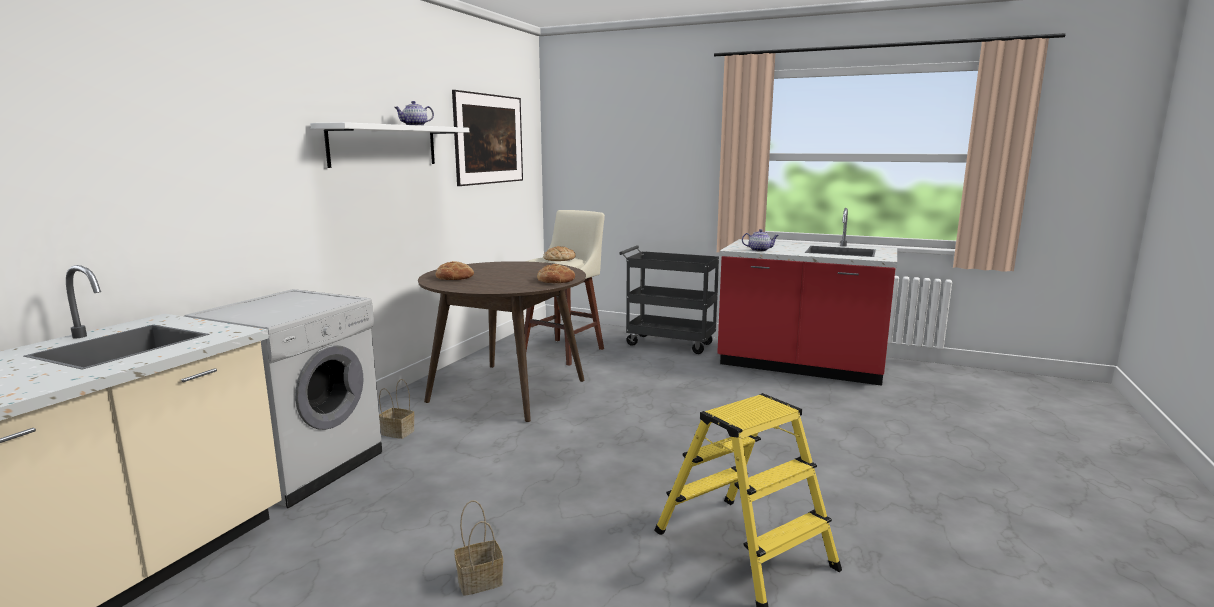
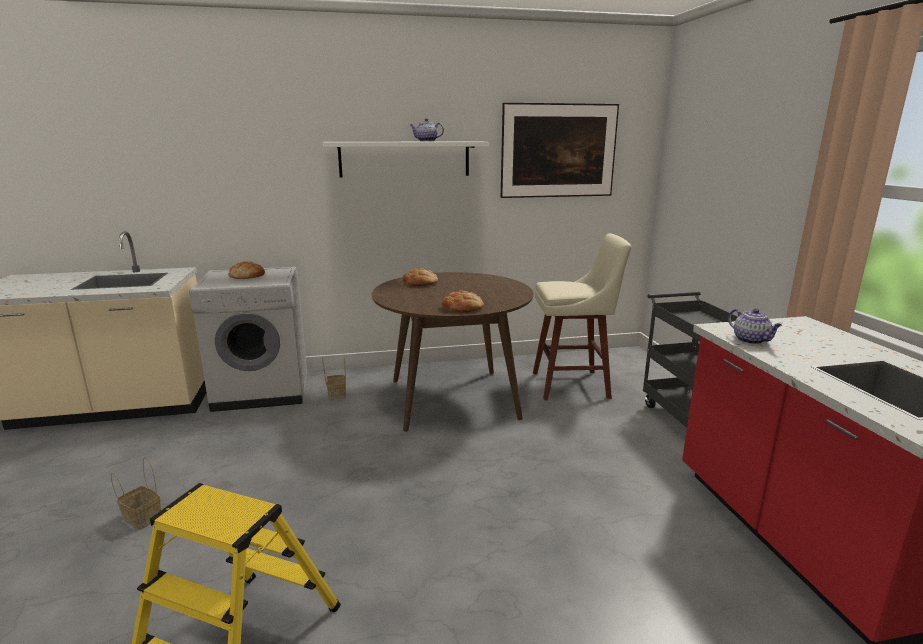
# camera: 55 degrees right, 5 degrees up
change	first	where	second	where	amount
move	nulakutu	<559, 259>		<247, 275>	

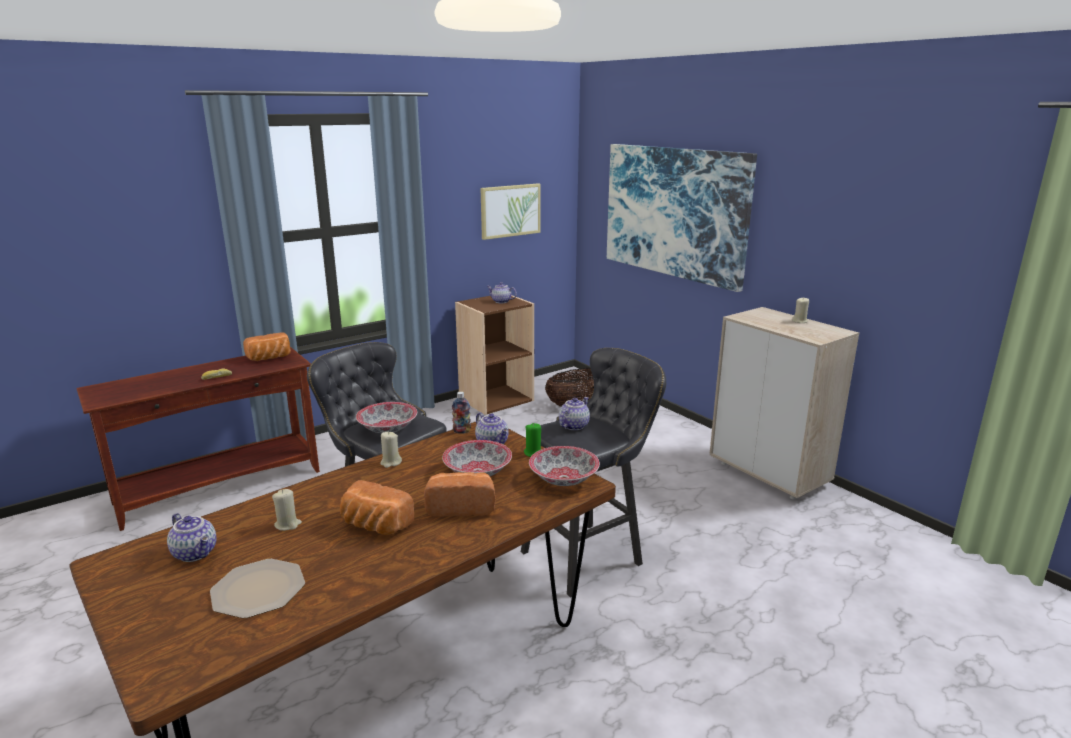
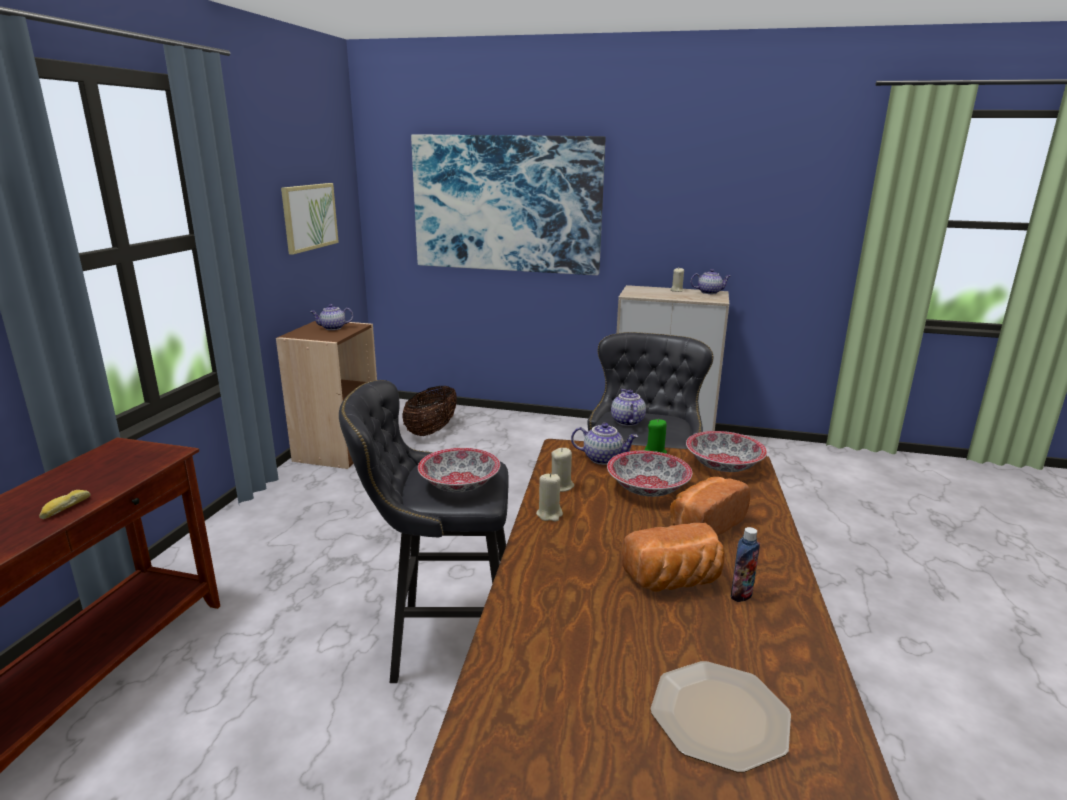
# camera: 40 degrees left, 0 degrees up
change	first	where	second	where	amount
move	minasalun	<196, 553>		<709, 292>	
delete	nulakutu	<270, 358>			
move	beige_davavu	<288, 524>		<561, 486>	
move	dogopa	<462, 431>		<741, 595>	

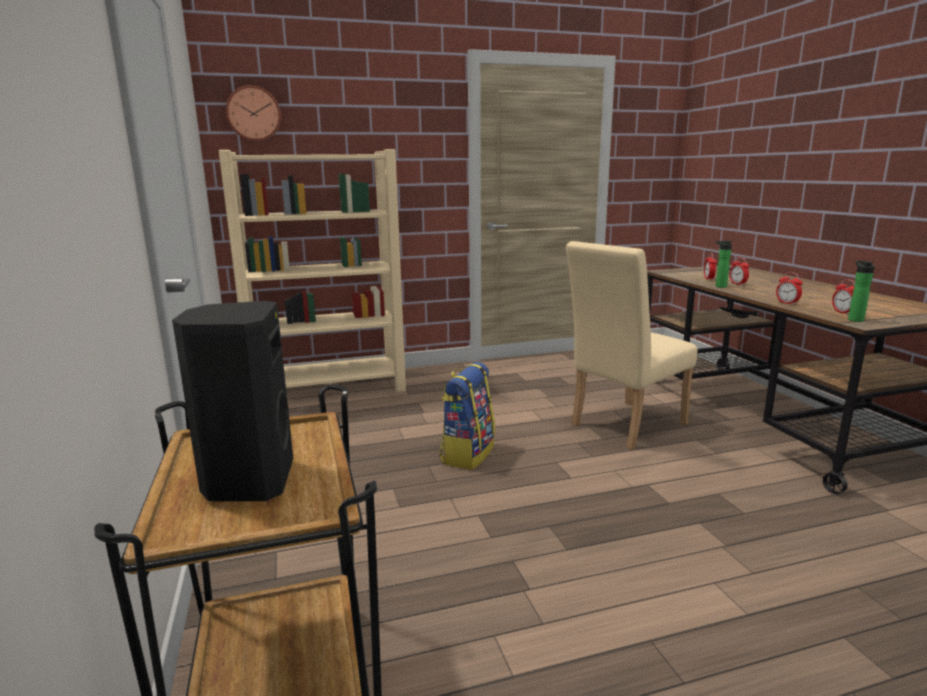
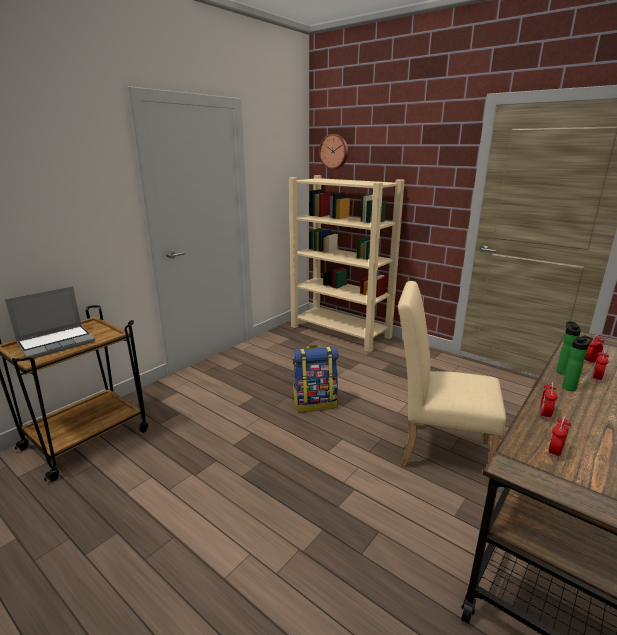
# camera: 55 degrees right, 5 degrees up
change	first	where	second	where	amount
replace	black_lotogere	<248, 481>	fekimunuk	<57, 342>	
move	dogopa	<854, 319>		<570, 387>	

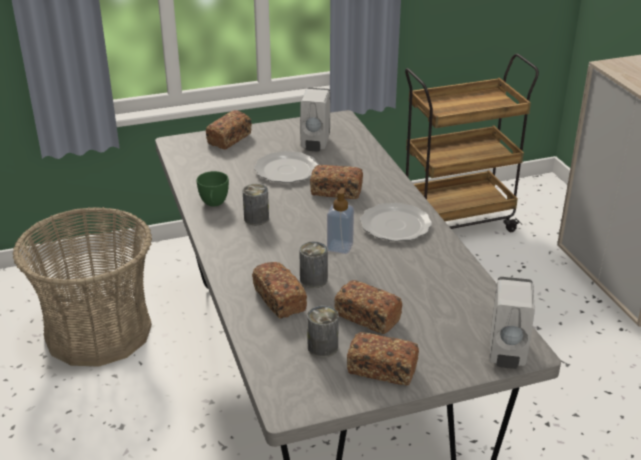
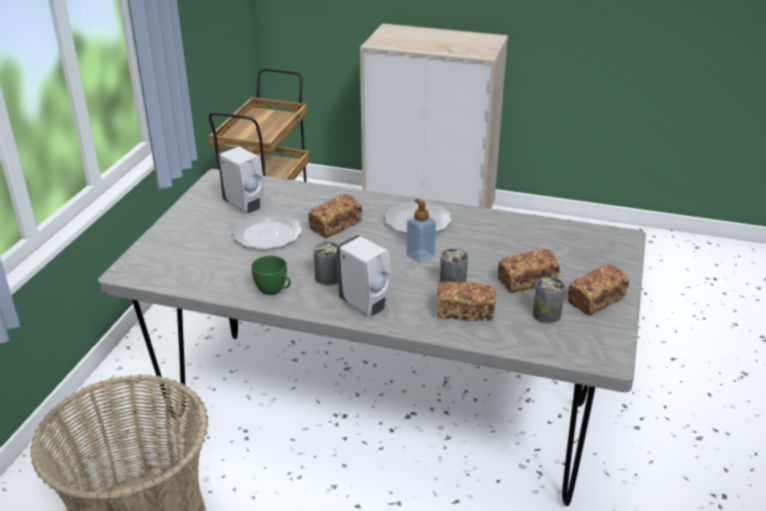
# camera: 55 degrees left, 0 degrees up
change	first	where	second	where	amount
delete	nulakutu	<229, 139>			
move	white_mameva	<506, 354>		<365, 305>	

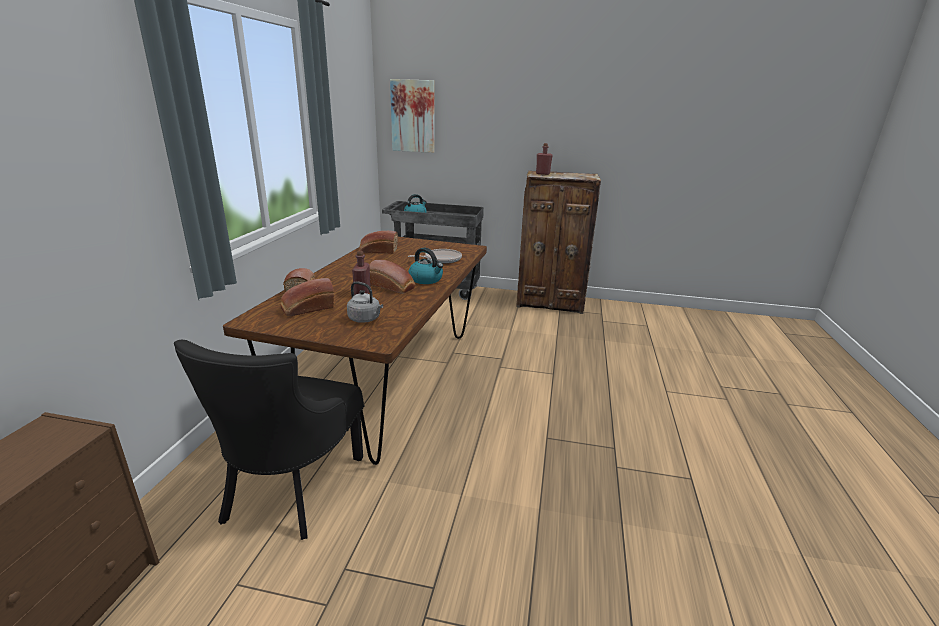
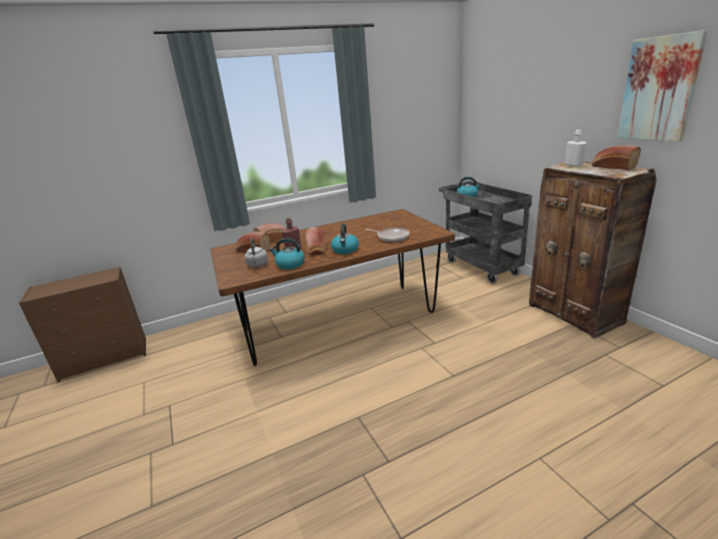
# camera: 55 degrees right, 0 degrees up
change	first	where	second	where	amount
delete	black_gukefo	<294, 486>			
move	nulakutu	<378, 251>		<612, 167>	
move	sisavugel	<413, 116>		<659, 89>	
recolor	red_dogopa	<543, 173>	white_dogopa	<573, 165>	
insert			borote	<290, 265>	

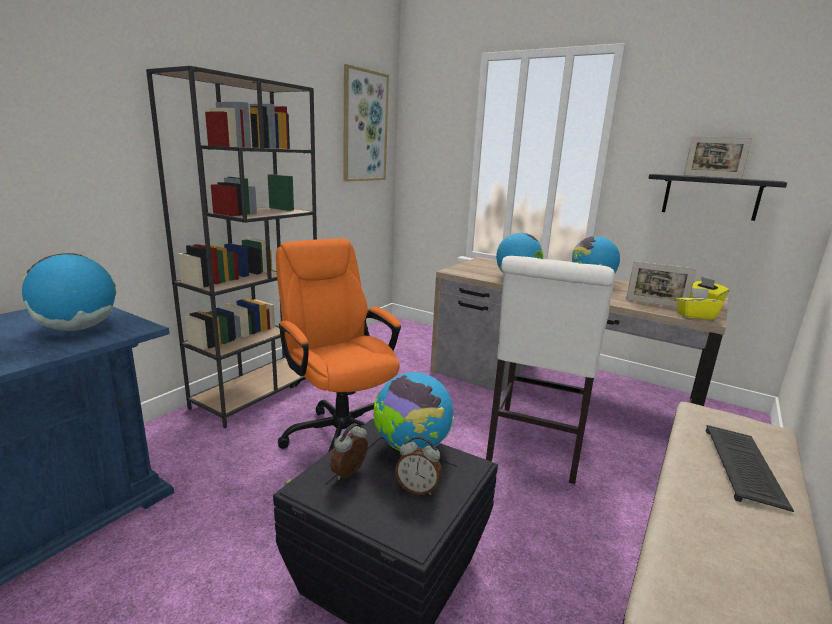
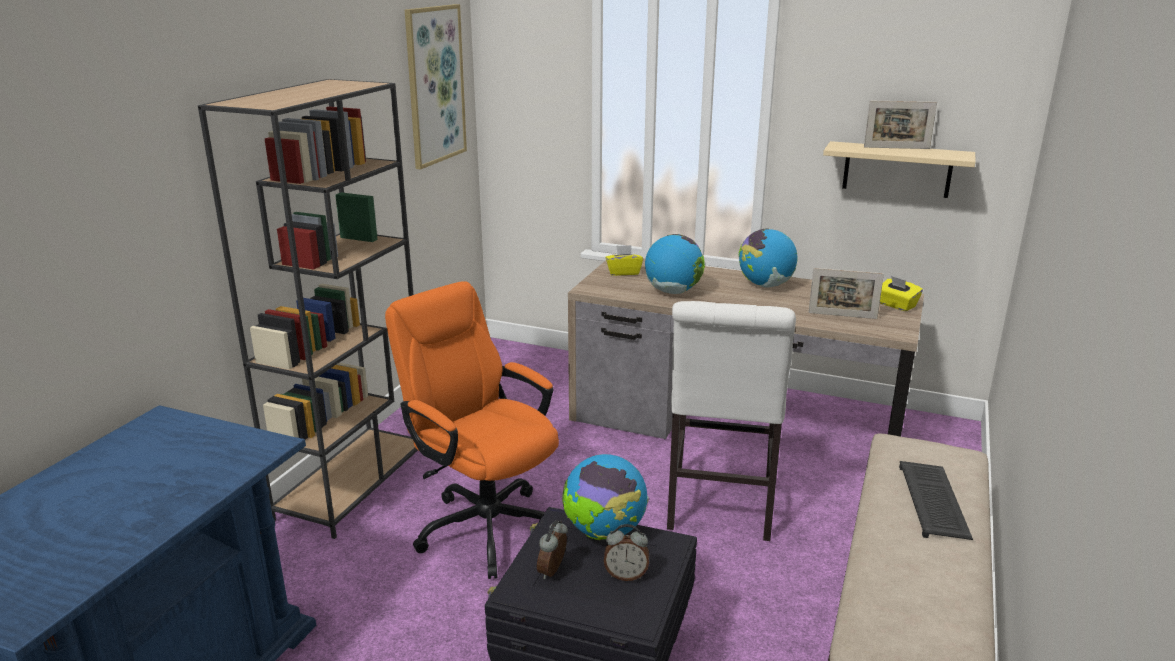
# camera: 10 degrees left, 5 degrees up
change	first	where	second	where	amount
delete	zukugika	<78, 328>			
recolor	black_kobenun	<710, 196>	beige_kobenun	<897, 169>	
move	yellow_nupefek	<695, 316>		<623, 272>	

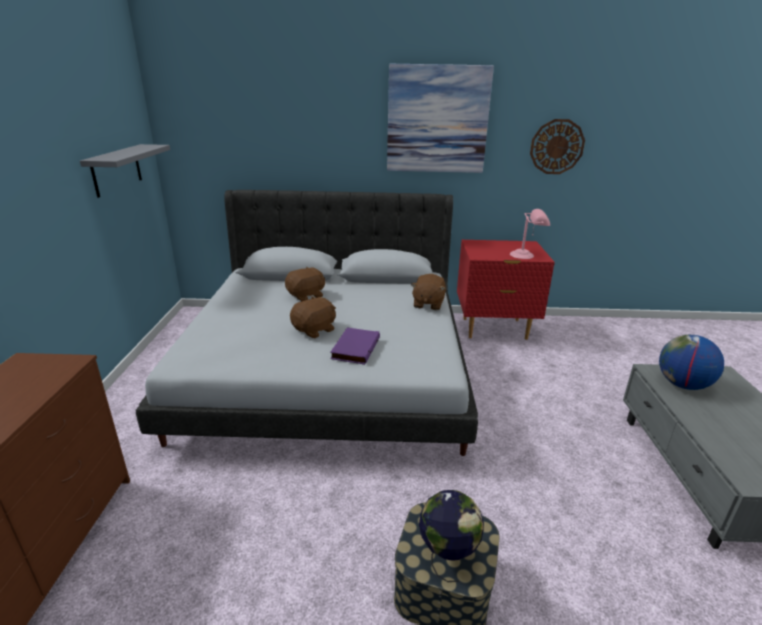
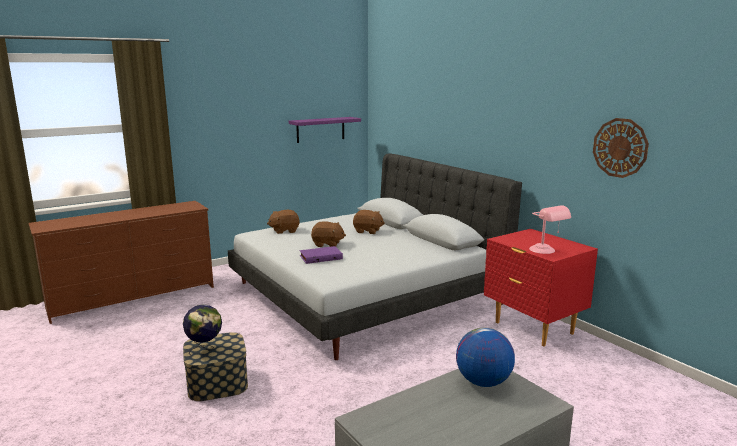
# camera: 55 degrees right, 10 degrees down
change	first	where	second	where	amount
recolor	grey_kobenun	<116, 170>	purple_kobenun	<320, 129>	
delete	sisavugel	<437, 120>			
move	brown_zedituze	<428, 304>		<284, 231>	

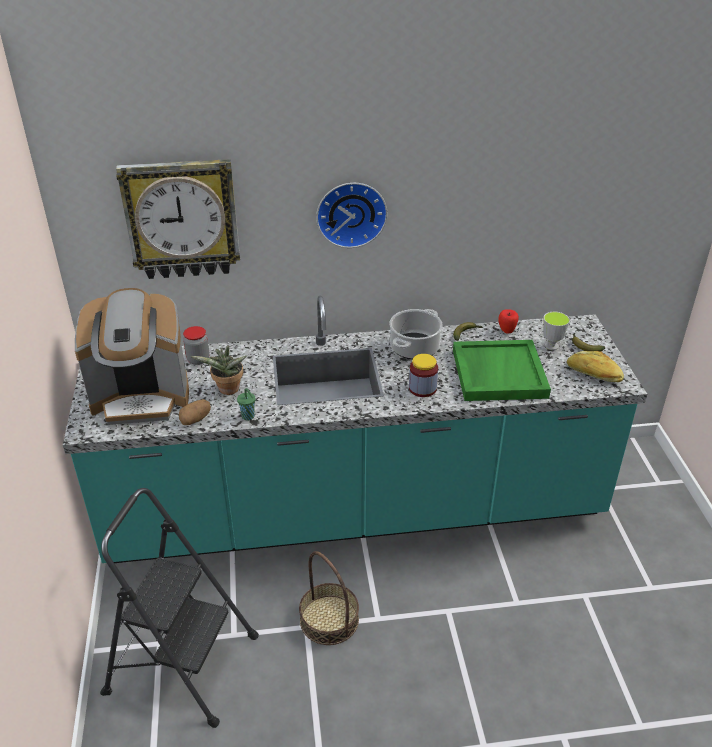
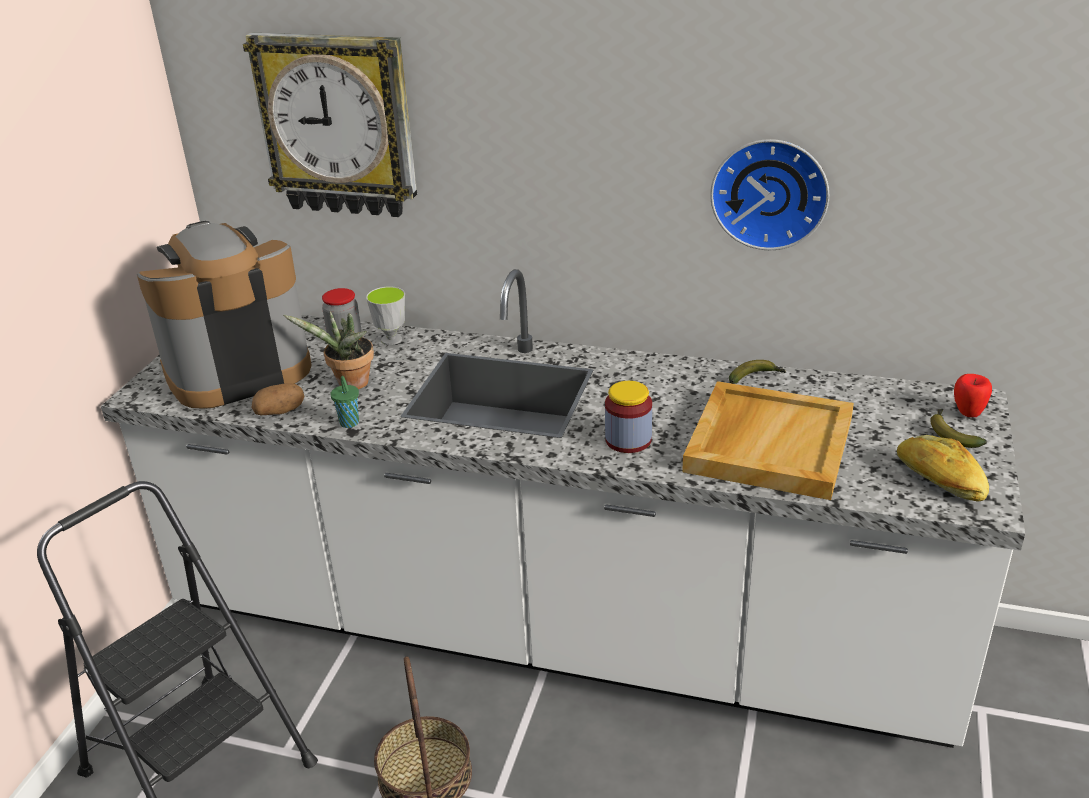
# camera: 25 degrees right, 5 degrees down
change	first	where	second	where	amount
recolor	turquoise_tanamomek	<356, 511>	white_tanamomek	<555, 630>	
rotate	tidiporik	<141, 397>		<237, 370>	135 degrees clockwise
move	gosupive	<351, 213>		<770, 192>	
delete	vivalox	<414, 349>			
recolor	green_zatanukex	<498, 373>	beige_zatanukex	<768, 443>	
move	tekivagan	<506, 331>		<968, 413>	
move	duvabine	<551, 346>		<391, 340>	

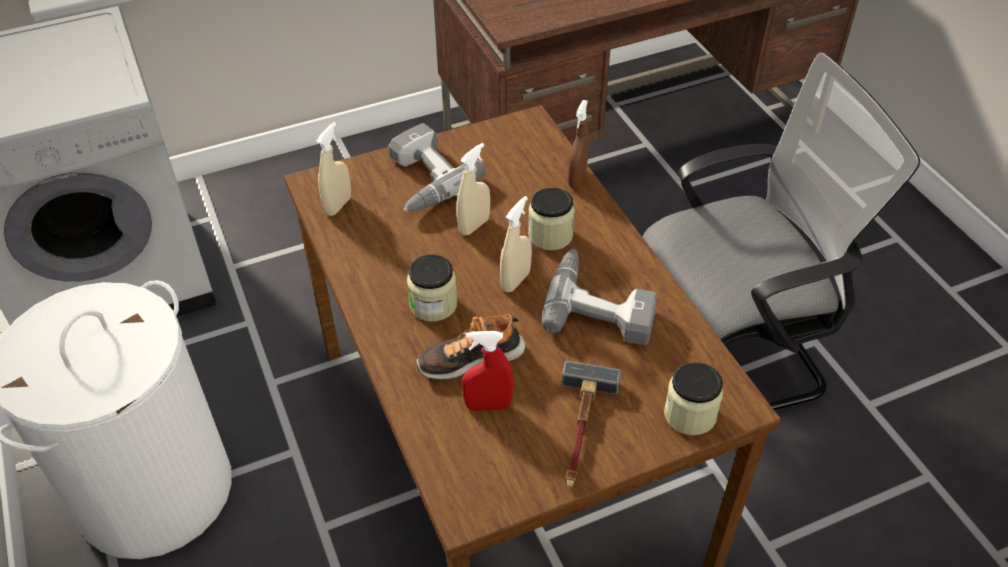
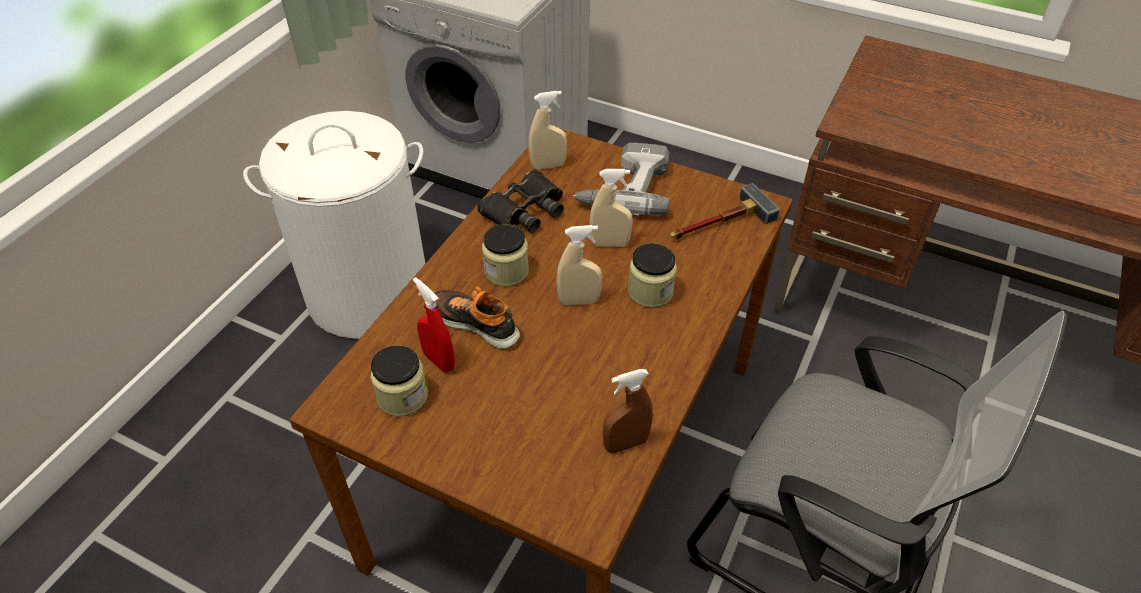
# camera: 50 degrees right, 0 degrees up
change	first	where	second	where	amount
delete	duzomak	<601, 304>			
move	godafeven	<581, 431>		<718, 224>	
move	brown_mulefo	<577, 179>		<625, 444>	
move	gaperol	<690, 414>		<402, 396>	
insert			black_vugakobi	<525, 209>	

